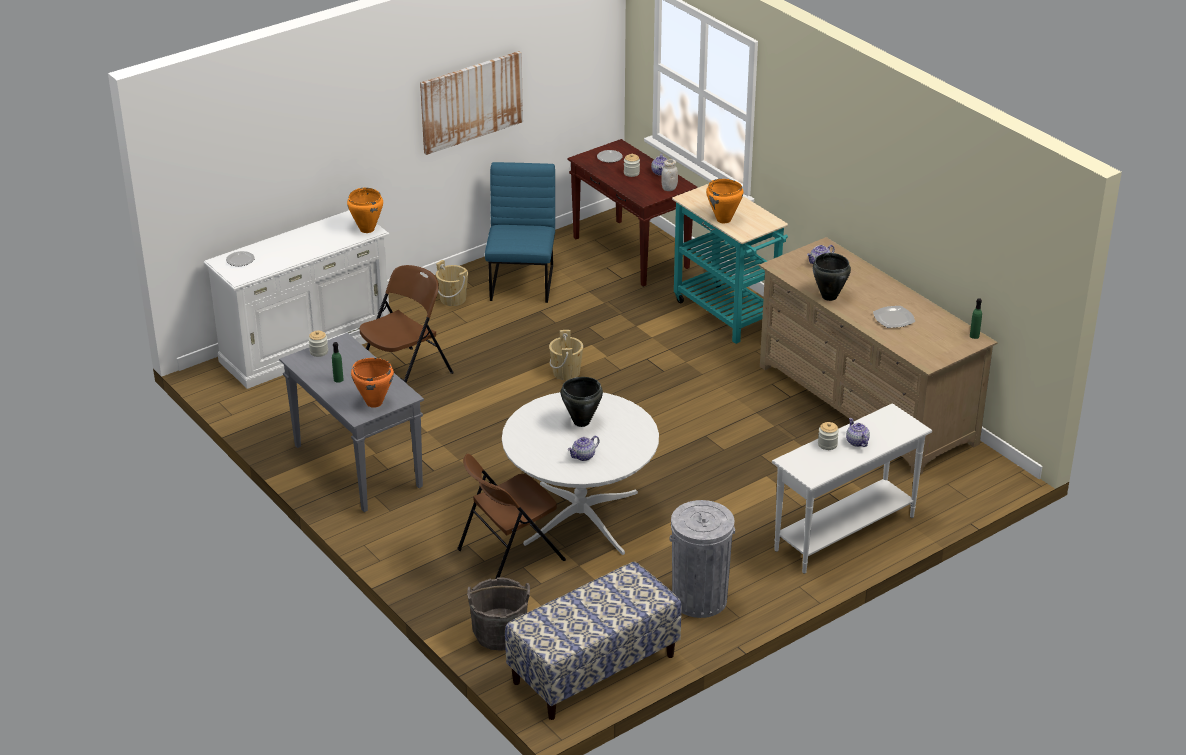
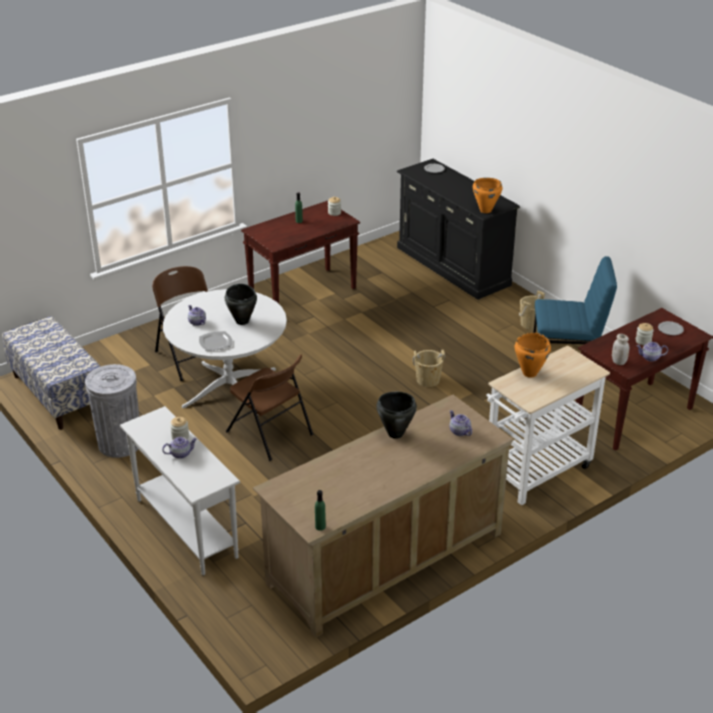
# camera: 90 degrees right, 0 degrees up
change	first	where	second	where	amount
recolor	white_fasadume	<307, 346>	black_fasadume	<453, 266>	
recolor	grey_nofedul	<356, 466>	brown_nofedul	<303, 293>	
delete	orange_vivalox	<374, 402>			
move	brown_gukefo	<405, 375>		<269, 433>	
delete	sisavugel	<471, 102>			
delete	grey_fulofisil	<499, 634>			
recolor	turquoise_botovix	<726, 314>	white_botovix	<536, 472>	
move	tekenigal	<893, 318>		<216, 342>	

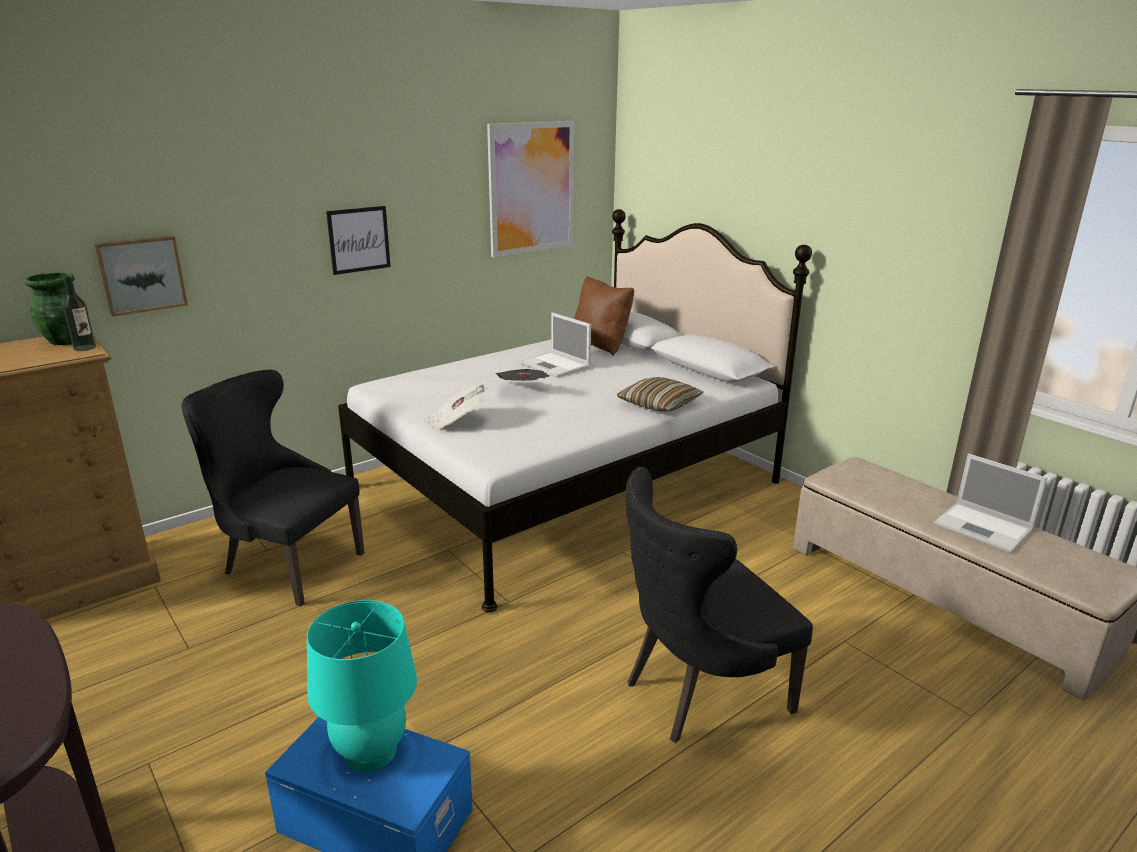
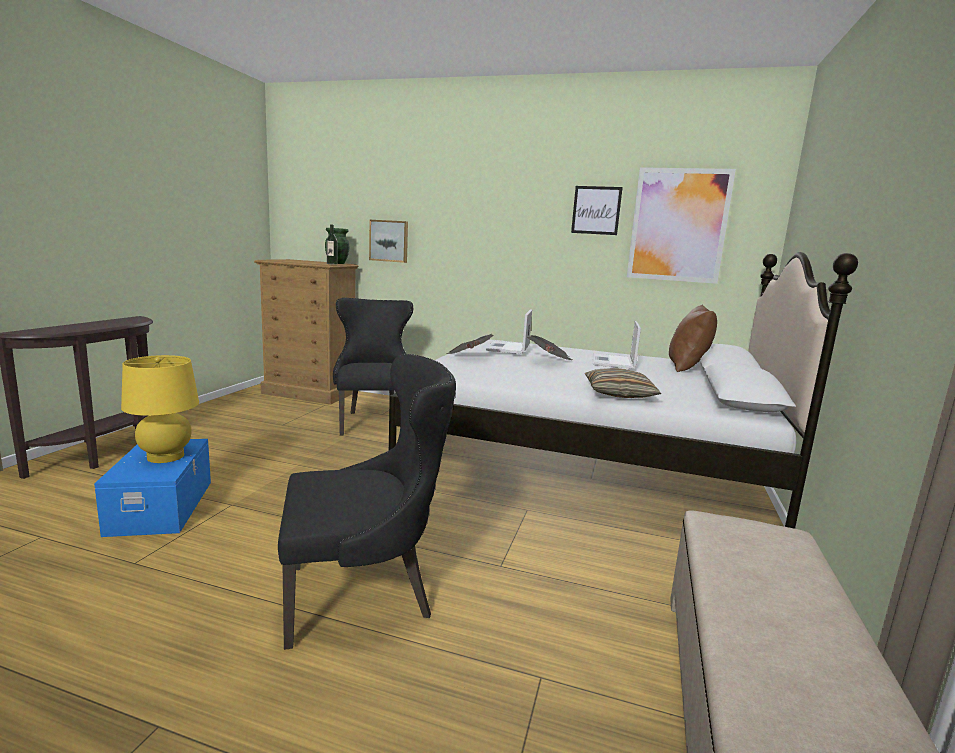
# camera: 55 degrees right, 10 degrees down
change	first	where	second	where	amount
recolor	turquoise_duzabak	<370, 751>	yellow_duzabak	<165, 456>	
move	sisavugel	<359, 239>		<596, 210>	
rotate	black_gukefo	<699, 693>		<365, 595>	135 degrees clockwise
move	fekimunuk	<984, 528>		<508, 348>	

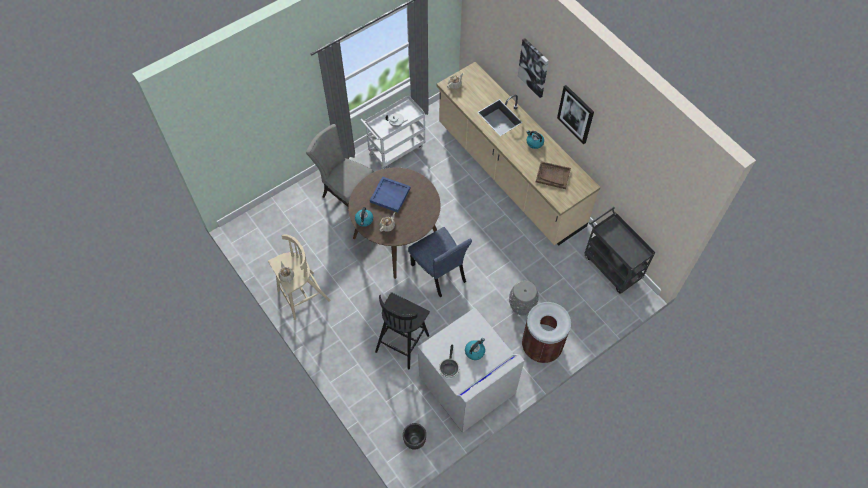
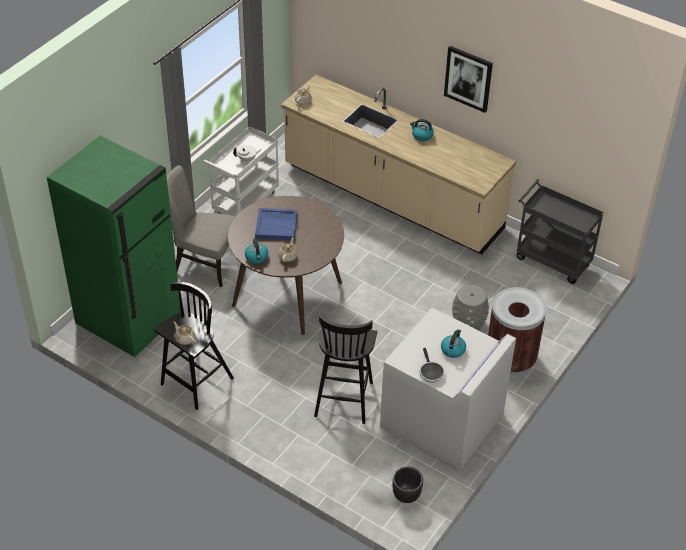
# camera: 20 degrees left, 15 degrees down
change	first	where	second	where	amount
recolor	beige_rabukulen	<302, 296>	black_rabukulen	<195, 382>	
delete	blue_gukefo	<439, 271>			
delete	sisavugel	<534, 67>			
delete	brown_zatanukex	<552, 176>			
insert			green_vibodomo	<128, 317>	

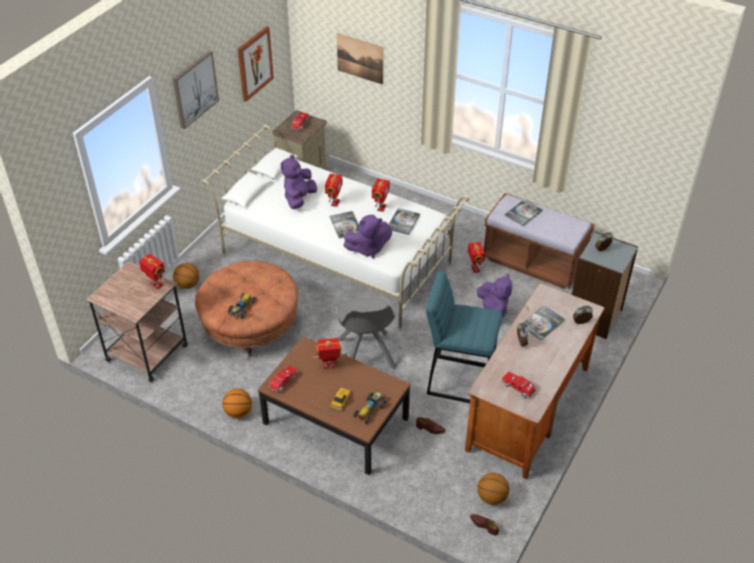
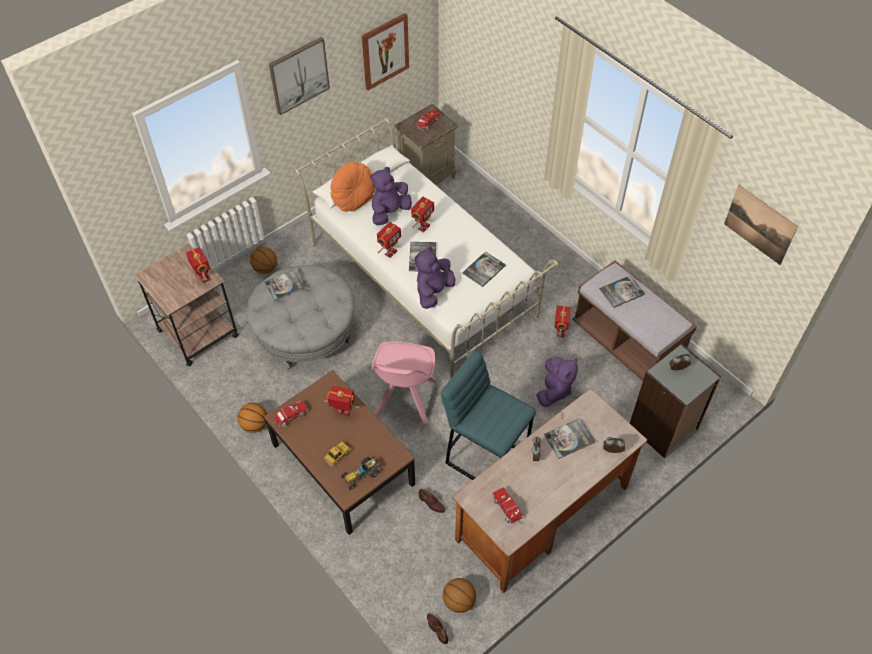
# camera: 20 degrees right, 10 degrees up
change	first	where	second	where	amount
recolor	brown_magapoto	<250, 326>	grey_magapoto	<306, 332>	
delete	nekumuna	<241, 309>			
move	sisavugel	<360, 58>		<760, 224>	
recolor	grey_gukefo	<366, 354>	pink_gukefo	<404, 399>	
rotate	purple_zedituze	<368, 249>		<433, 291>	120 degrees clockwise
move	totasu	<380, 207>		<390, 252>	
insert			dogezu	<286, 285>	
insert			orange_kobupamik	<354, 202>	

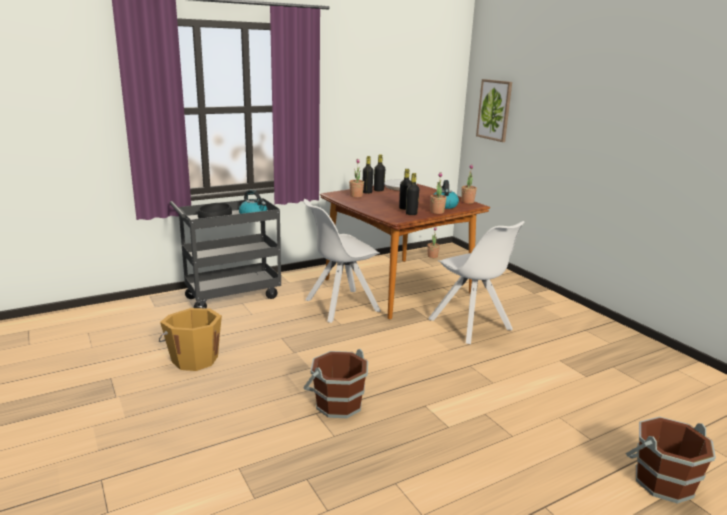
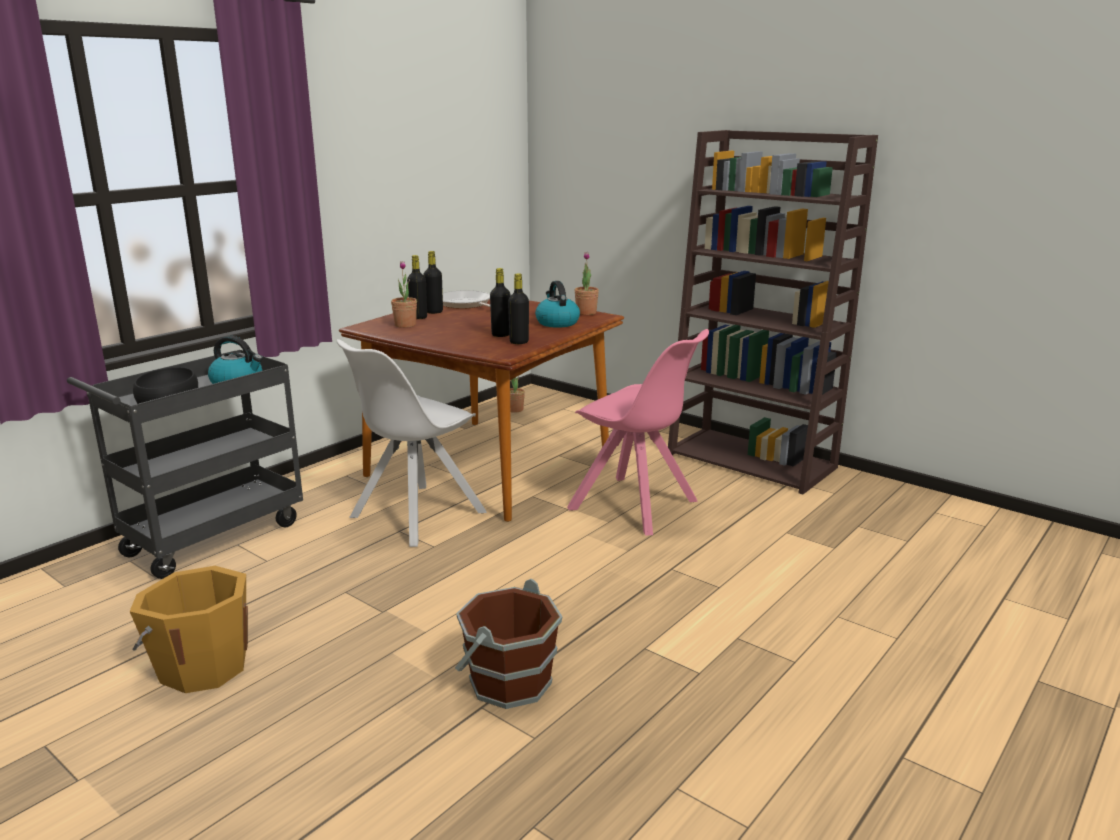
# camera: 20 degrees left, 0 degrees up
change	first	where	second	where	amount
recolor	white_gukefo	<470, 325>	pink_gukefo	<635, 506>	
delete	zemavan	<437, 212>			
delete	sisavugel	<494, 110>			
delete	brown_fulofisil	<662, 481>			
insert			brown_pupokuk	<753, 461>	

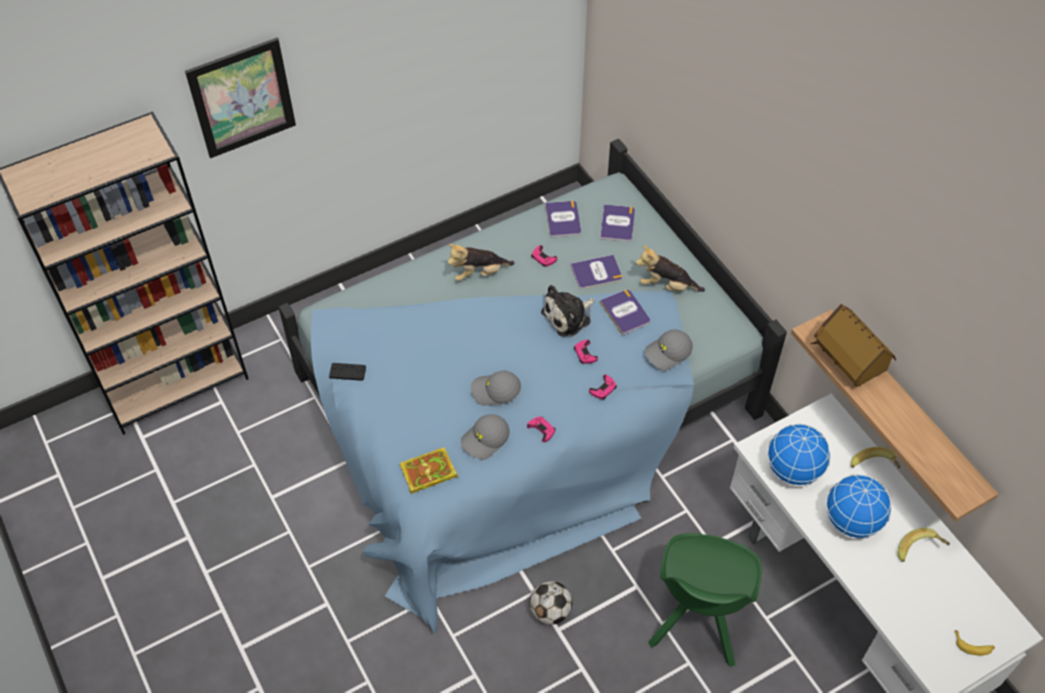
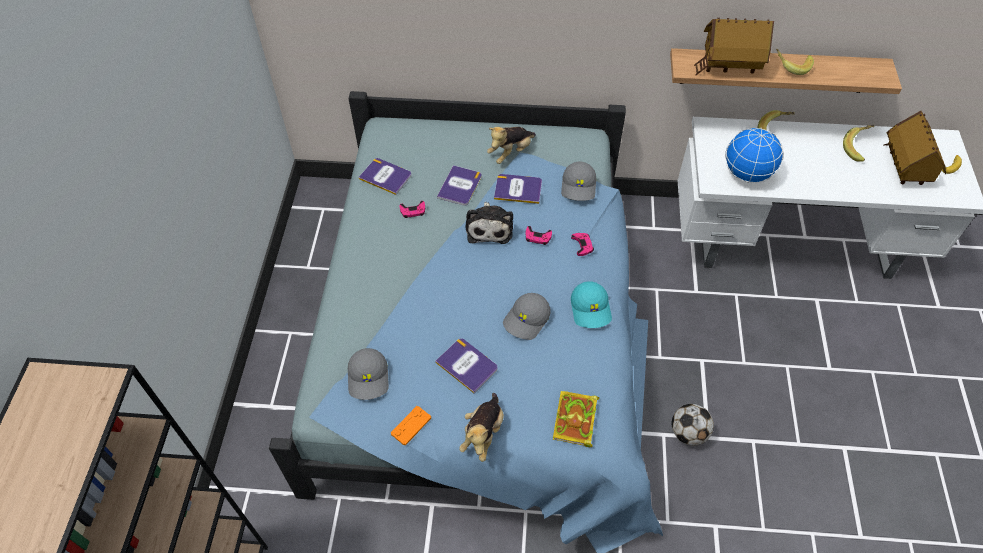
# camera: 55 degrees left, 0 degrees up
change	first	where	second	where	amount
delete	sisavugel	<242, 98>			
recolor	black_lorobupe	<347, 372>	orange_lorobupe	<411, 426>	
move	zedituze	<479, 273>		<483, 434>	
move	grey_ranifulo	<485, 440>		<369, 378>	
replace	pink_lorobupe	<541, 429>	turquoise_ranifulo	<591, 309>	
move	dogezu	<617, 224>		<467, 365>	
delete	green_gukefo	<697, 619>			
delete	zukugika	<851, 521>			
insert			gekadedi	<791, 66>	
insert			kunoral	<905, 169>	

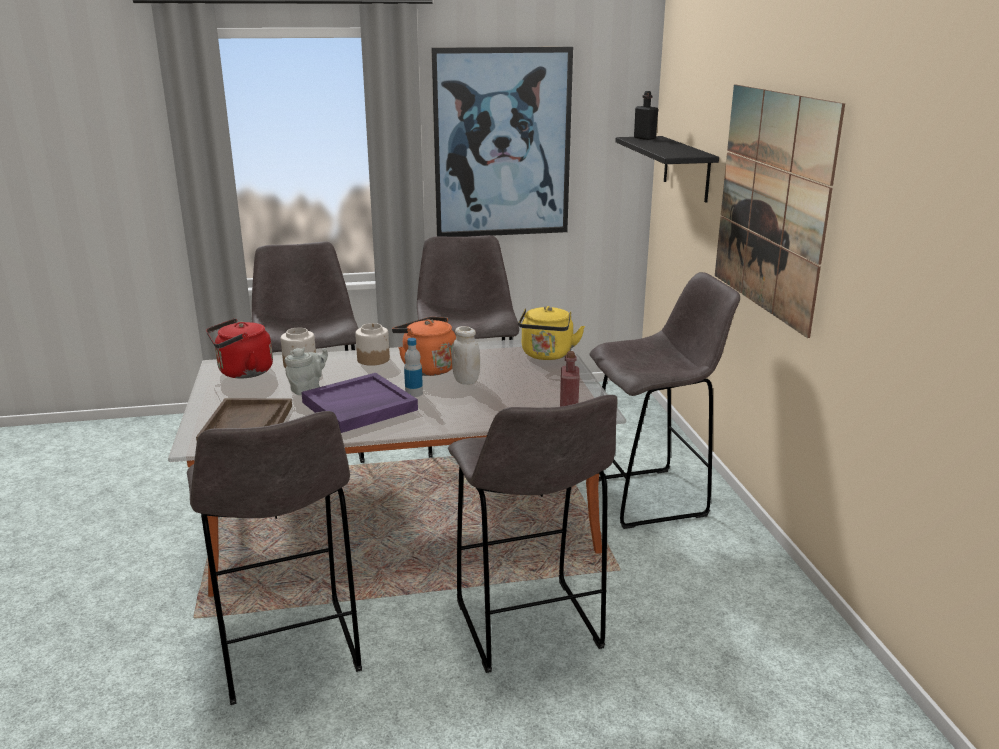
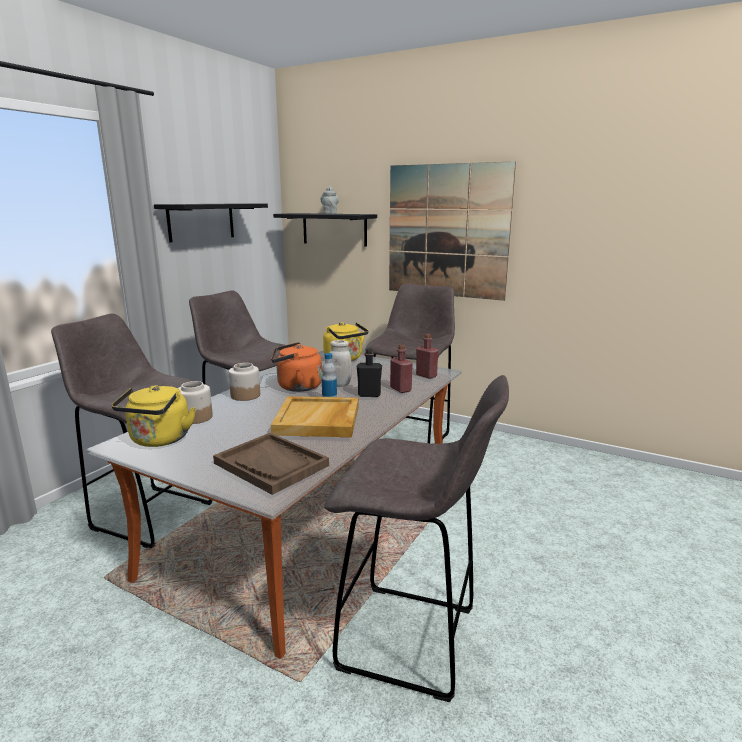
# camera: 50 degrees left, 5 degrees down
change	first	where	second	where	amount
recolor	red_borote	<242, 372>	yellow_borote	<159, 440>	
move	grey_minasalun	<307, 389>		<330, 213>	
recolor	purple_zatanukex	<359, 406>	beige_zatanukex	<318, 420>	
replace	sisavugel	<502, 144>	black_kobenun	<201, 221>	
delete	grey_rabukulen	<529, 627>			
move	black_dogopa	<644, 138>		<369, 394>	
insert			red_dogopa	<400, 389>	

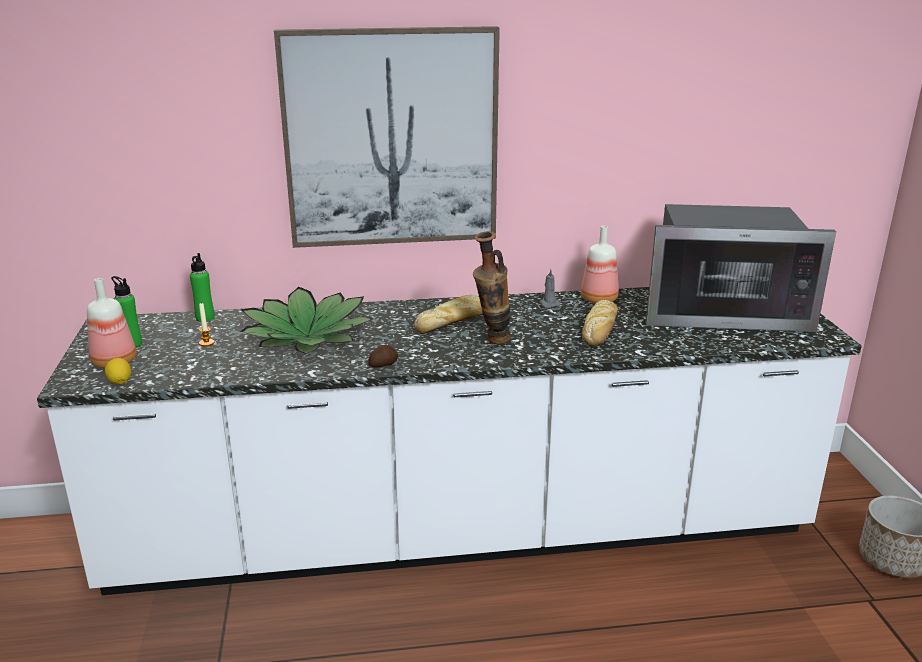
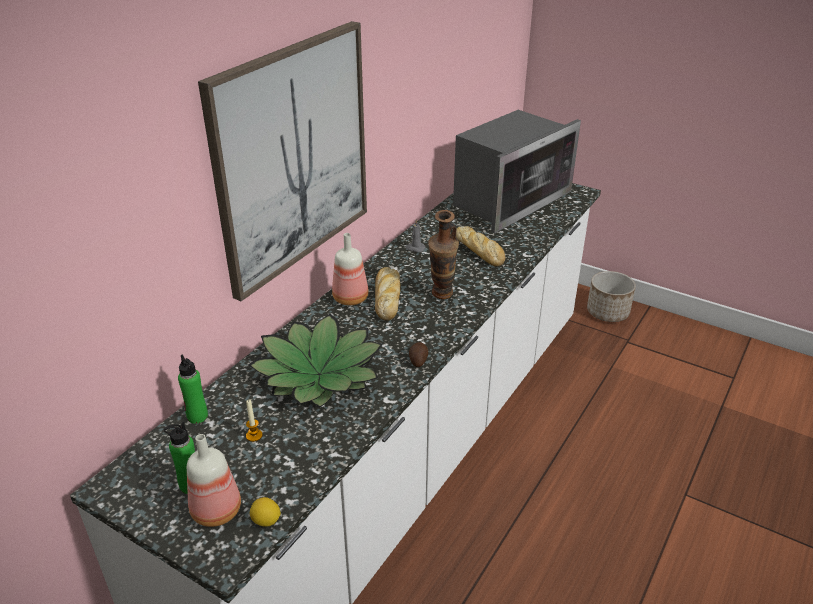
# camera: 50 degrees left, 10 degrees up
change	first	where	second	where	amount
move	dogopa	<600, 299>		<351, 298>	

